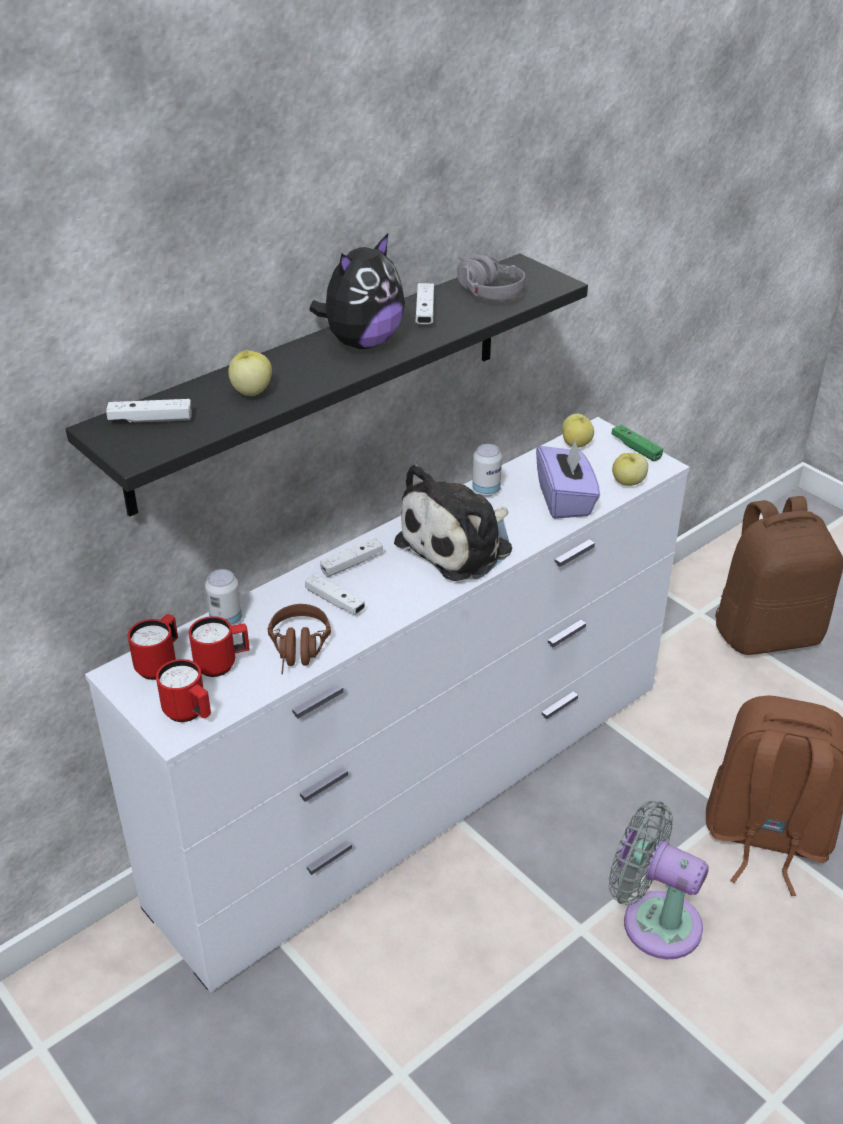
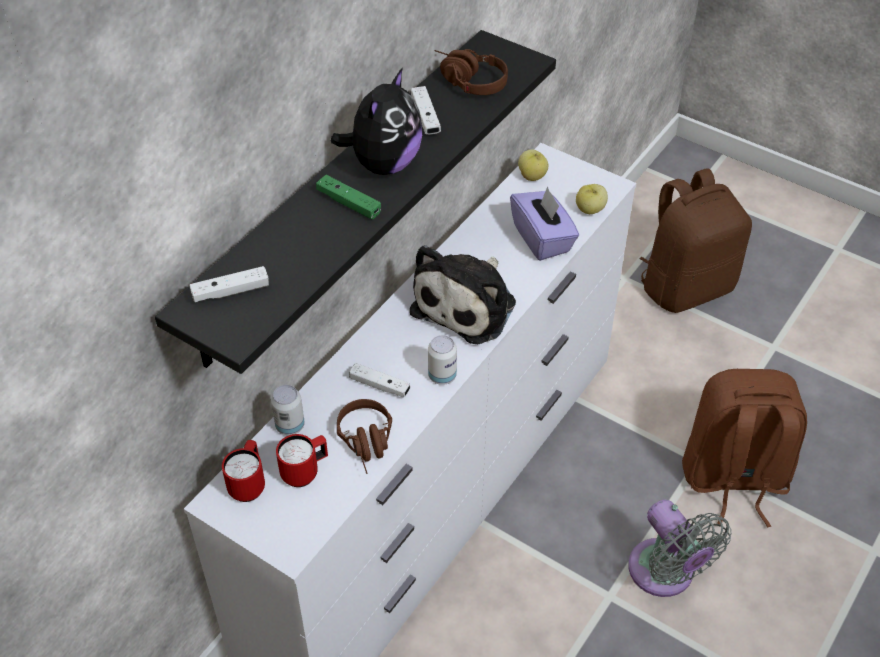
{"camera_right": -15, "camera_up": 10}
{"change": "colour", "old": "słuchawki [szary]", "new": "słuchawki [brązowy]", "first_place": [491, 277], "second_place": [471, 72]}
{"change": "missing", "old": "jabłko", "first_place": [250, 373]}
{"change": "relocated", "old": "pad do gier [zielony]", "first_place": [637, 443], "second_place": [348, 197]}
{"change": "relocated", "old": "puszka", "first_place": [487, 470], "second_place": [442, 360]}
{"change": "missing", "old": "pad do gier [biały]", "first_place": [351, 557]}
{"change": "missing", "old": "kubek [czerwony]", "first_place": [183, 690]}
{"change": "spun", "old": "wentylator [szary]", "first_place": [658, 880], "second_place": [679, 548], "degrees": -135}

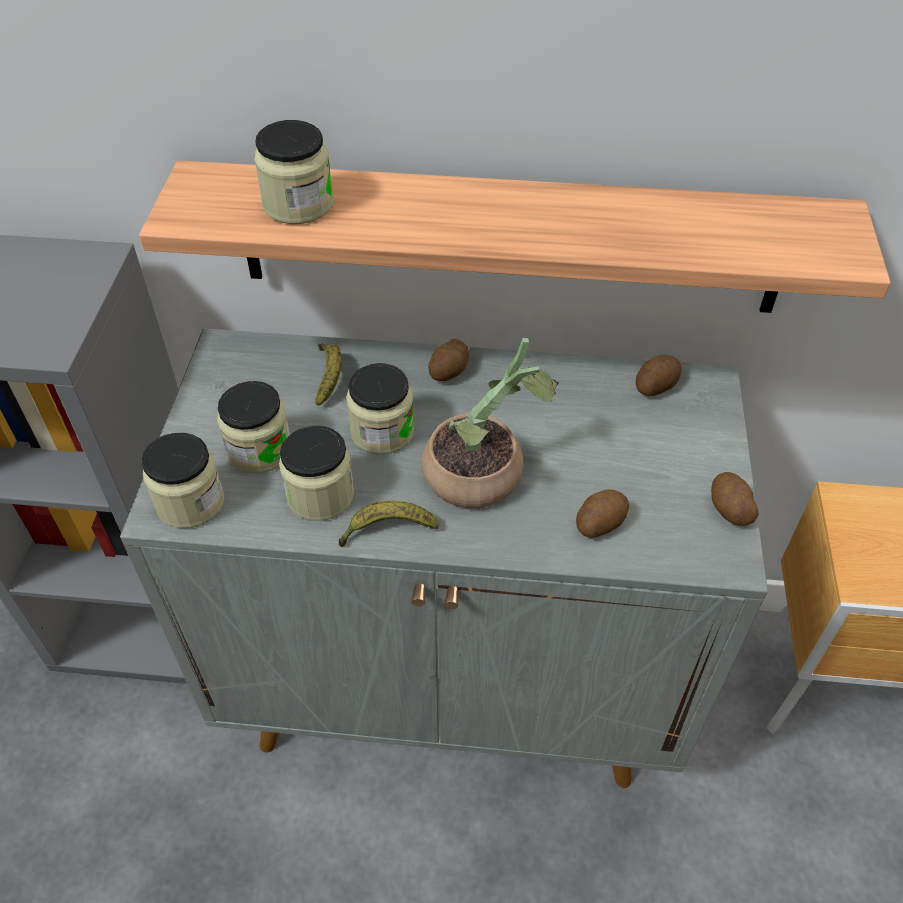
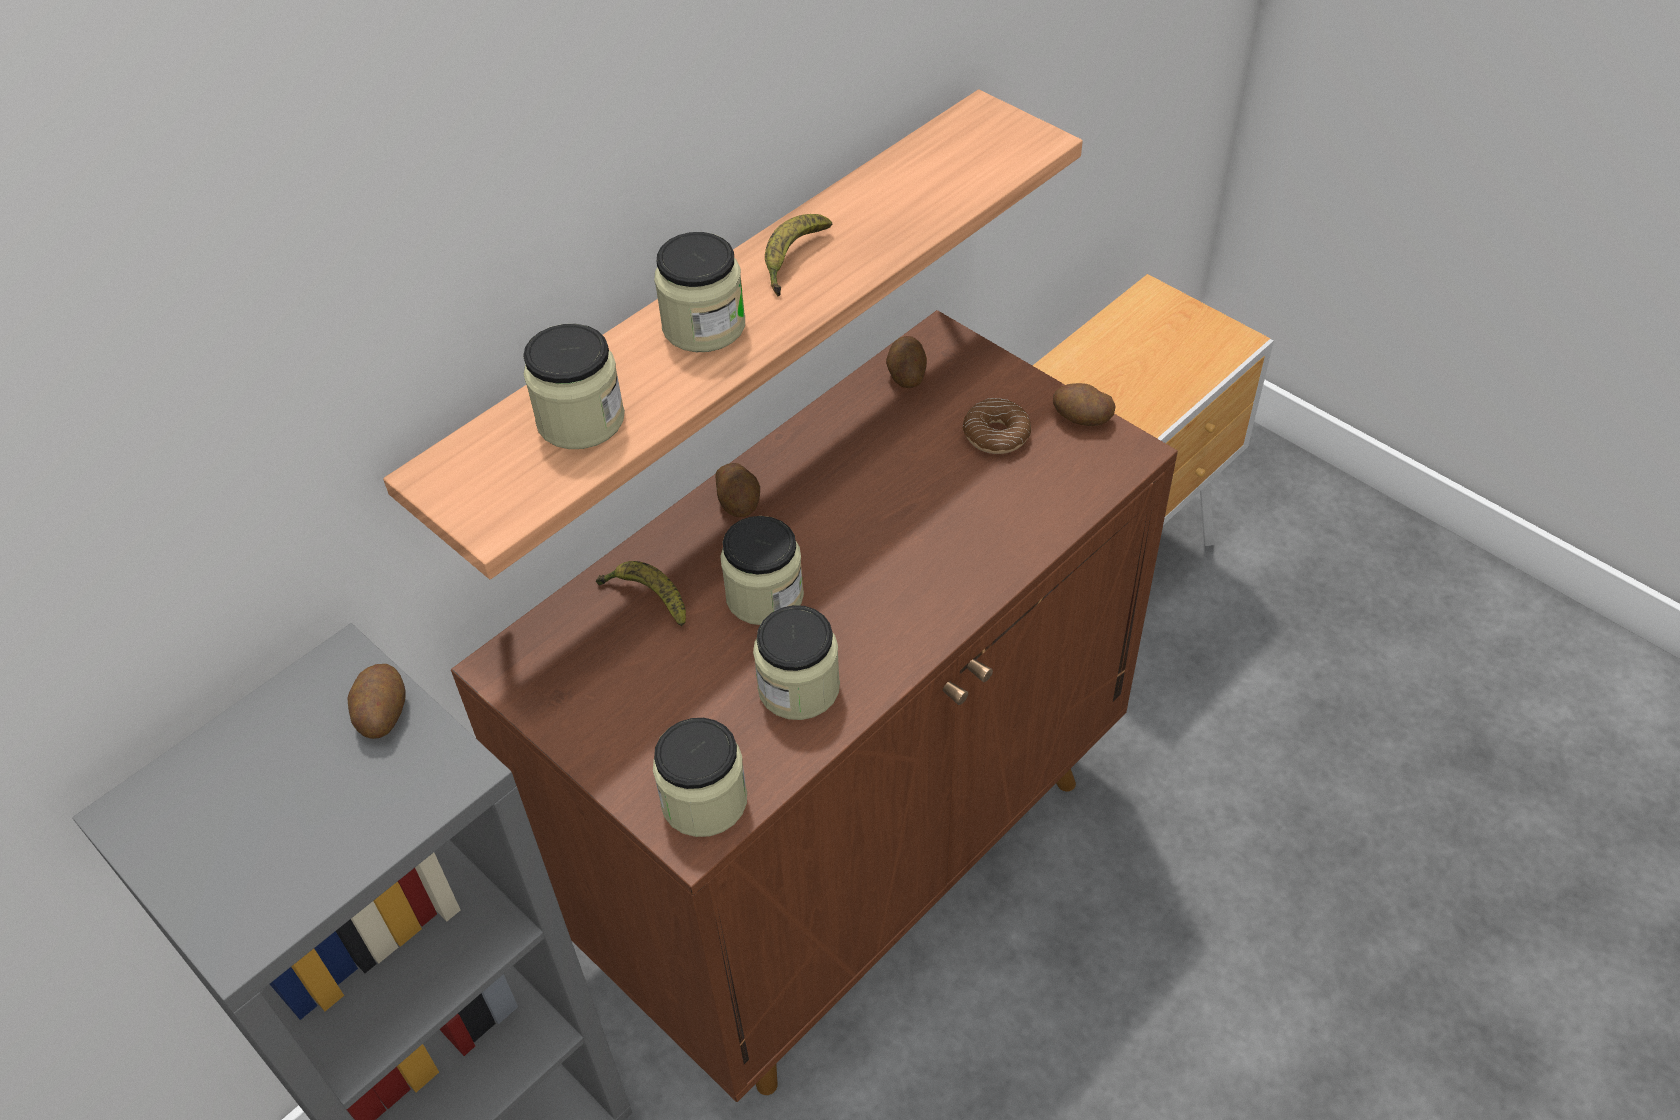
{"camera_right": -50, "camera_up": 0}
{"change": "colour", "old": "szafka [szary]", "new": "szafka [brązowy]", "first_place": [444, 558], "second_place": [814, 706]}
{"change": "missing", "old": "roślina doniczkowa", "first_place": [490, 423]}
{"change": "relocated", "old": "słoik", "first_place": [253, 427], "second_place": [699, 292]}
{"change": "relocated", "old": "ziemniak", "first_place": [602, 513], "second_place": [377, 701]}
{"change": "relocated", "old": "banan", "first_place": [389, 524], "second_place": [798, 255]}
{"change": "appeared", "new": "donut", "second_place": [996, 426]}

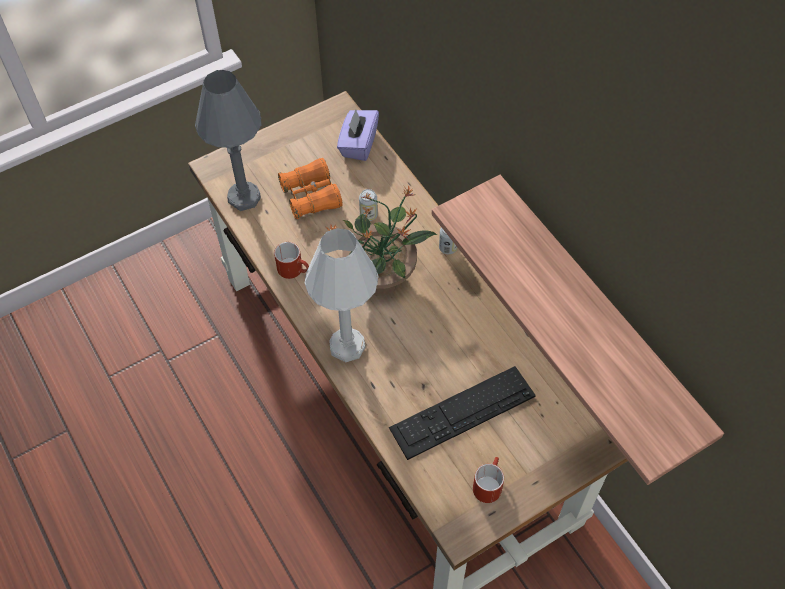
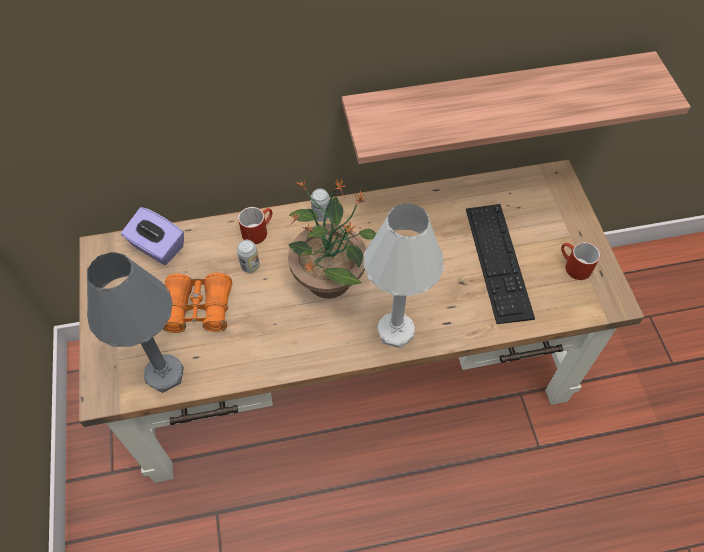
{"camera_right": -70, "camera_up": 0}
{"change": "relocated", "old": "kubek [czerwony]", "first_place": [291, 260], "second_place": [255, 225]}

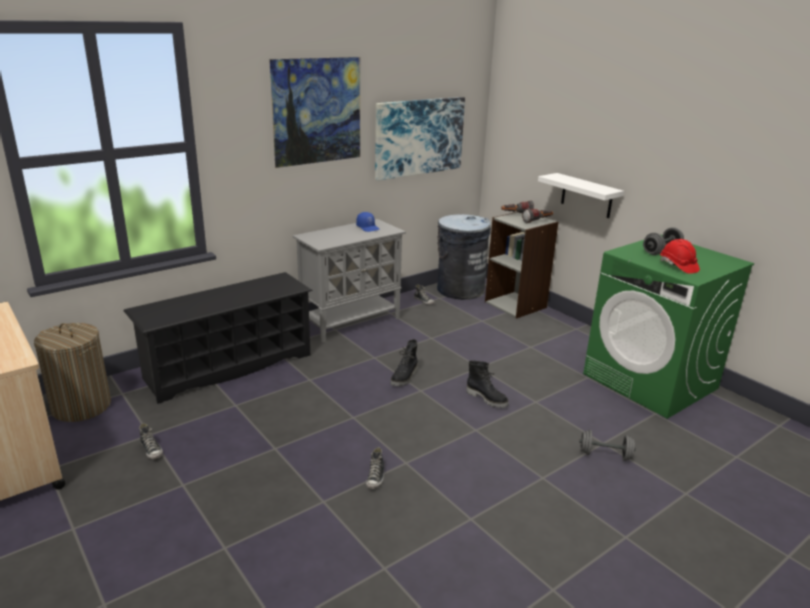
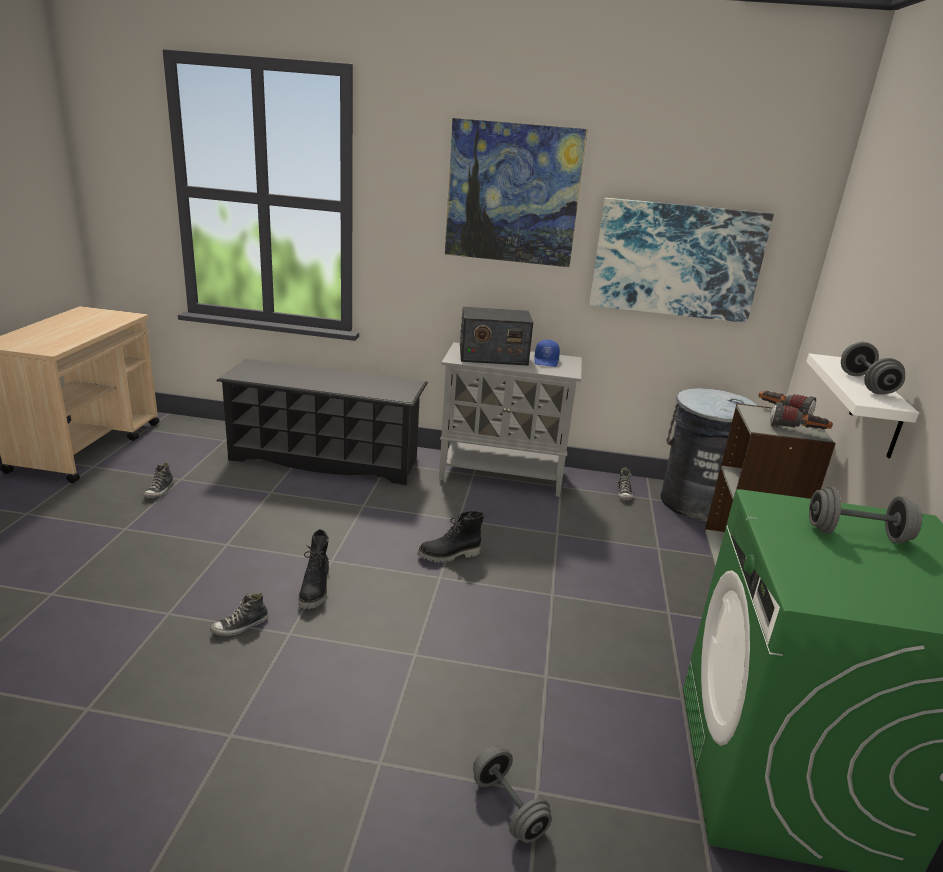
{"camera_right": 45, "camera_up": 0}
{"change": "missing", "old": "kask [czerwony]", "first_place": [680, 256]}
{"change": "missing", "old": "kosz na pranie", "first_place": [72, 372]}
{"change": "relocated", "old": "but z cholewką [czarny]", "first_place": [487, 384], "second_place": [314, 569]}
{"change": "appeared", "new": "radio", "second_place": [496, 336]}
{"change": "appeared", "new": "hantel [szary]", "second_place": [873, 368]}

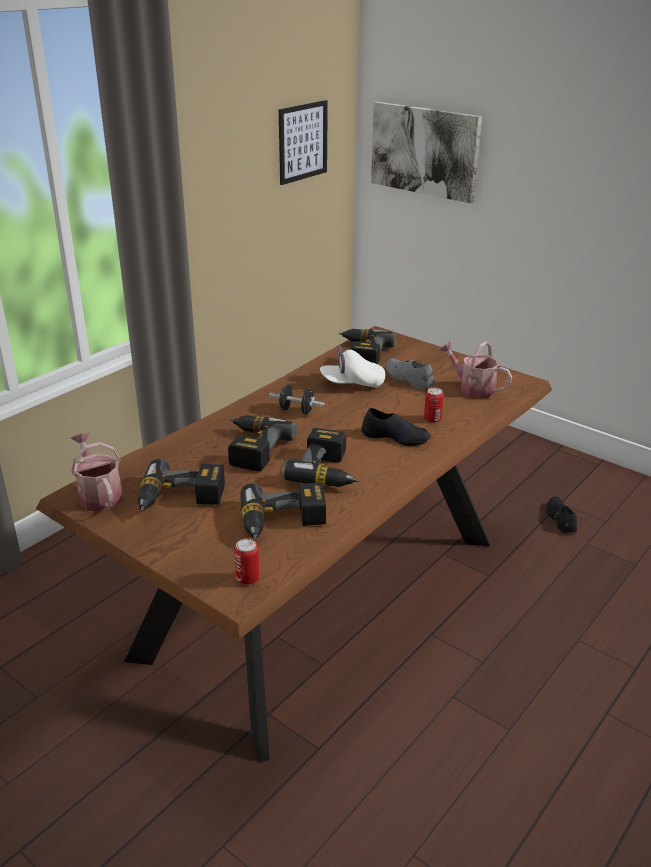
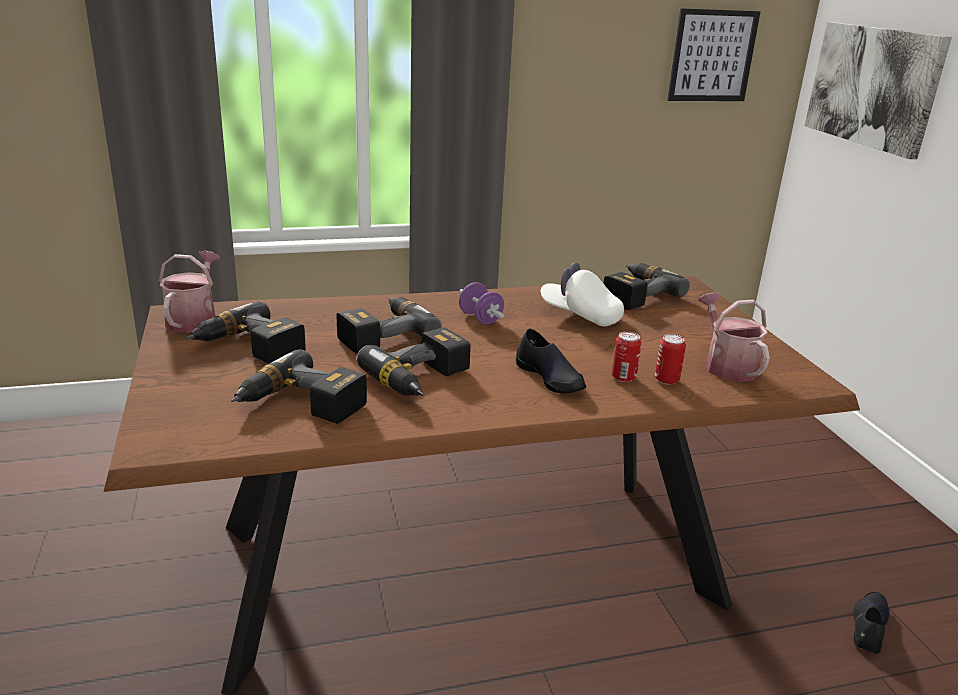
{"camera_right": 35, "camera_up": -5}
{"change": "missing", "old": "but [szary]", "first_place": [410, 374]}
{"change": "colour", "old": "hantel [czarny]", "new": "hantel [fioletowy]", "first_place": [297, 399], "second_place": [481, 303]}
{"change": "relocated", "old": "puszka", "first_place": [247, 562], "second_place": [670, 359]}

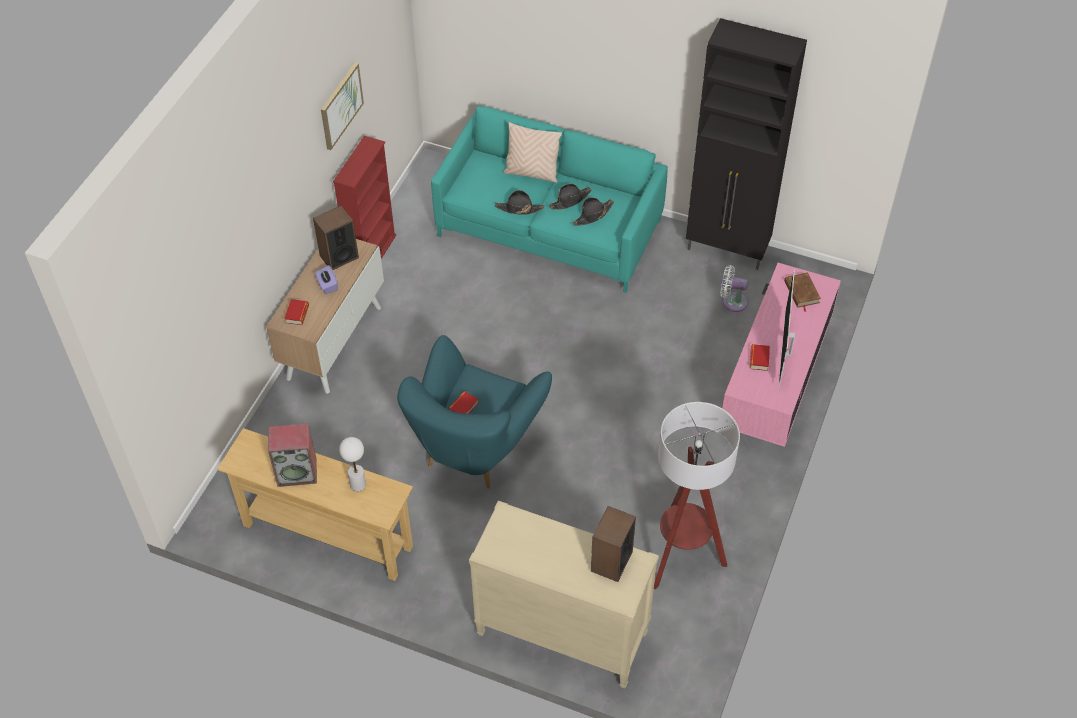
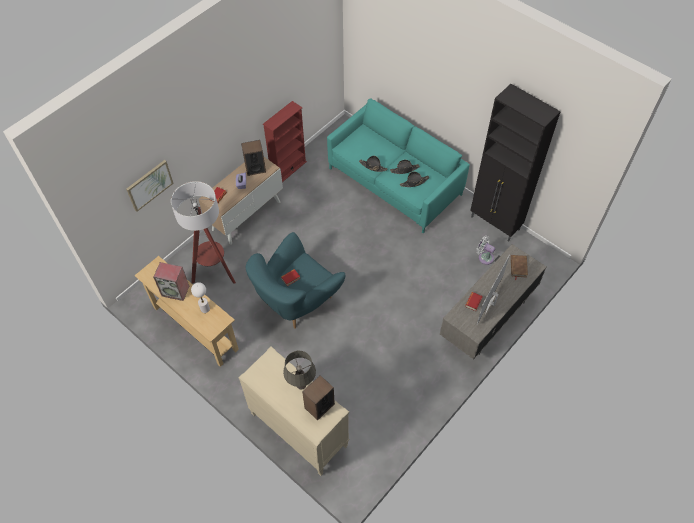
{"camera_right": 20, "camera_up": 5}
{"change": "relocated", "old": "obraz", "first_place": [342, 106], "second_place": [150, 186]}
{"change": "missing", "old": "poduszka [beżowy]", "first_place": [532, 152]}
{"change": "colour", "old": "szafka pod telewizor [różowy]", "new": "szafka pod telewizor [szary]", "first_place": [781, 355], "second_place": [493, 301]}
{"change": "relocated", "old": "lampa stojąca", "first_place": [697, 495], "second_place": [203, 232]}
{"change": "appeared", "new": "lampa stołowa [szary]", "second_place": [299, 370]}

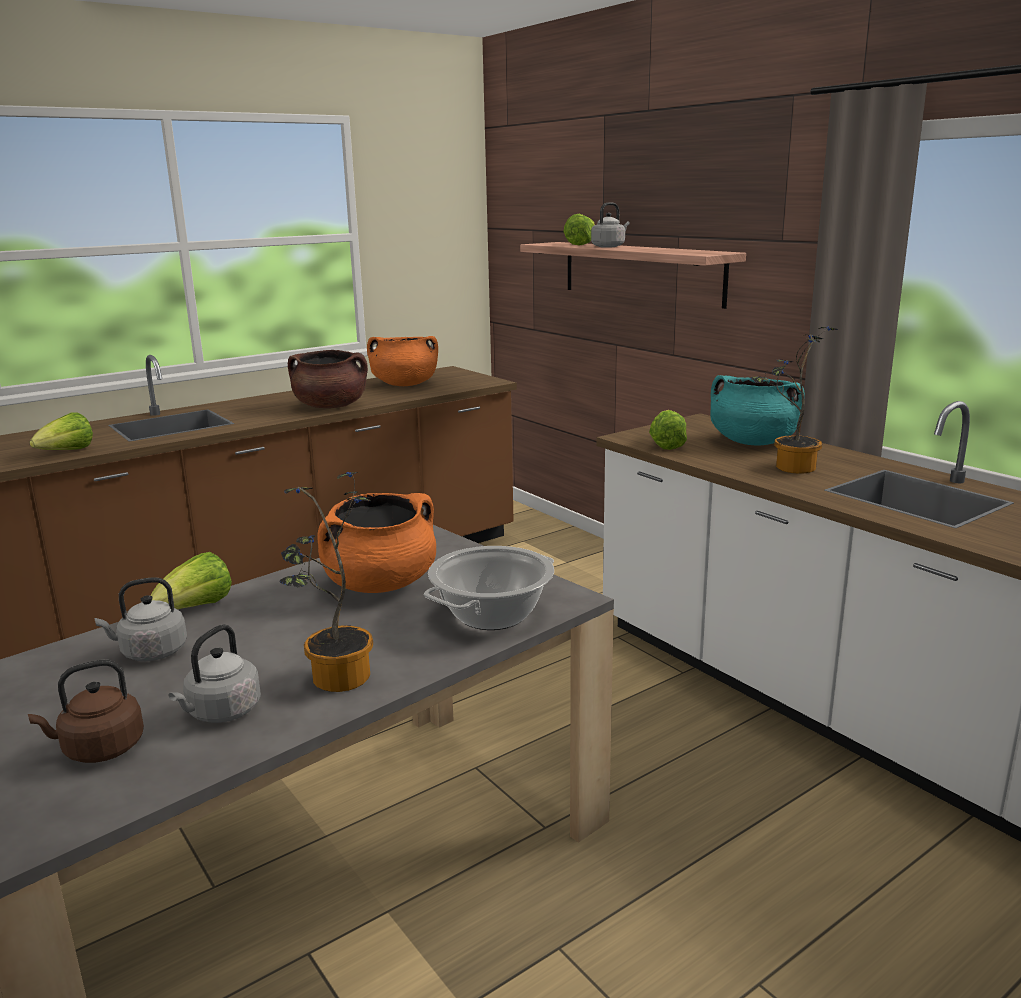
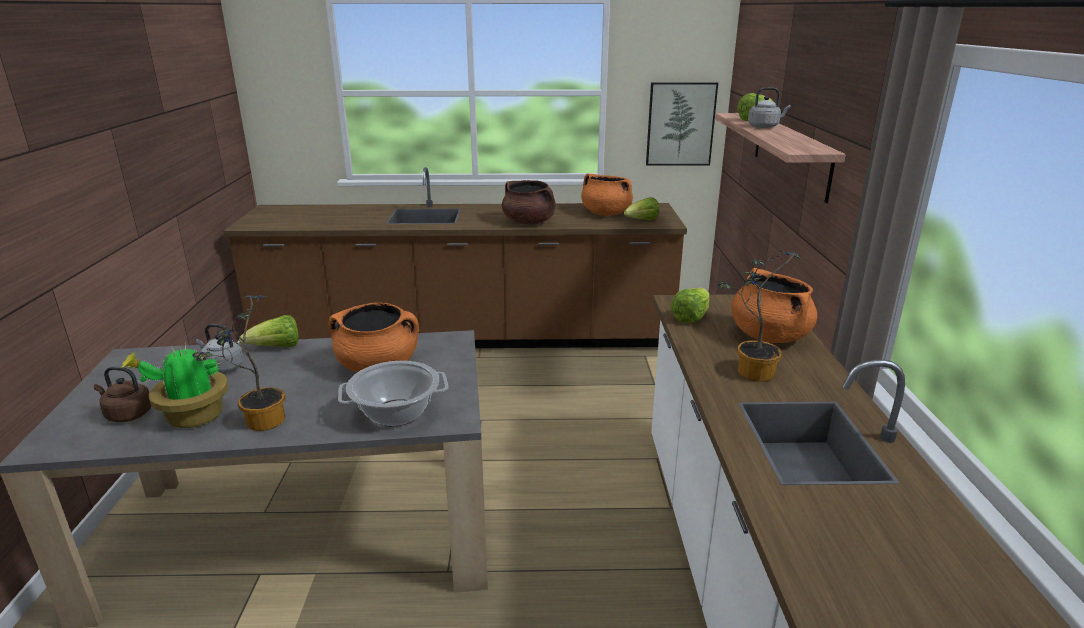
{"camera_right": 35, "camera_up": 5}
{"change": "colour", "old": "garnek [turkusowy]", "new": "garnek [pomarańczowy]", "first_place": [757, 410], "second_place": [774, 305]}
{"change": "relocated", "old": "sałata", "first_place": [61, 431], "second_place": [642, 208]}
{"change": "exchanged", "old": "czajnik [szary]", "new": "roślina doniczkowa", "first_place": [215, 673], "second_place": [175, 386]}
{"change": "appeared", "new": "obraz", "second_place": [682, 124]}

